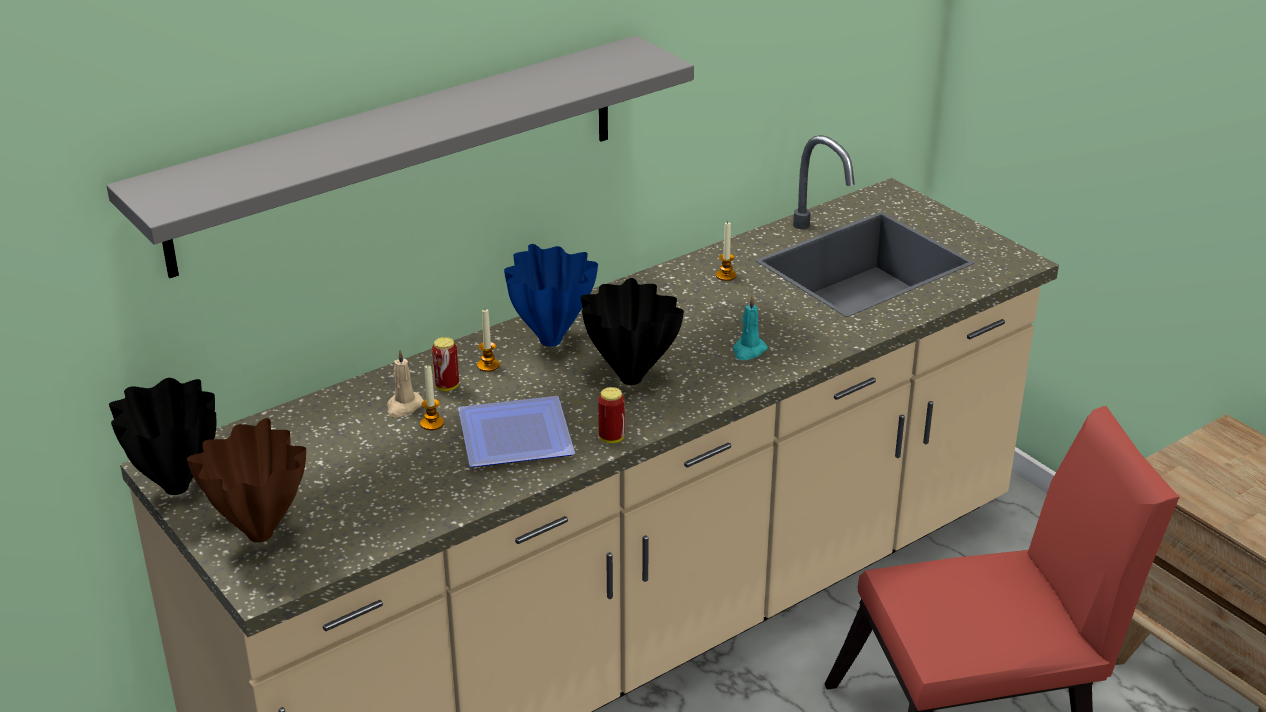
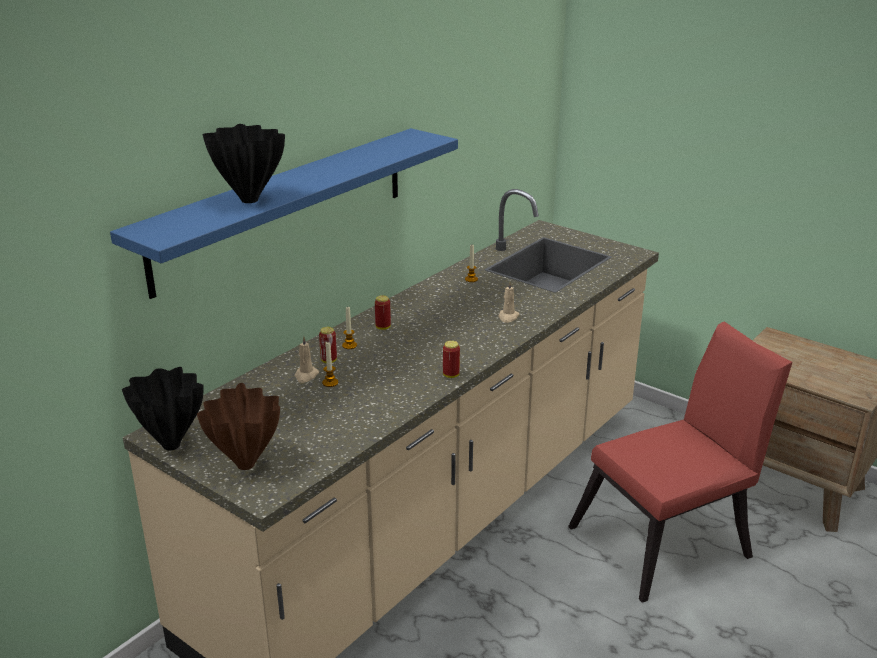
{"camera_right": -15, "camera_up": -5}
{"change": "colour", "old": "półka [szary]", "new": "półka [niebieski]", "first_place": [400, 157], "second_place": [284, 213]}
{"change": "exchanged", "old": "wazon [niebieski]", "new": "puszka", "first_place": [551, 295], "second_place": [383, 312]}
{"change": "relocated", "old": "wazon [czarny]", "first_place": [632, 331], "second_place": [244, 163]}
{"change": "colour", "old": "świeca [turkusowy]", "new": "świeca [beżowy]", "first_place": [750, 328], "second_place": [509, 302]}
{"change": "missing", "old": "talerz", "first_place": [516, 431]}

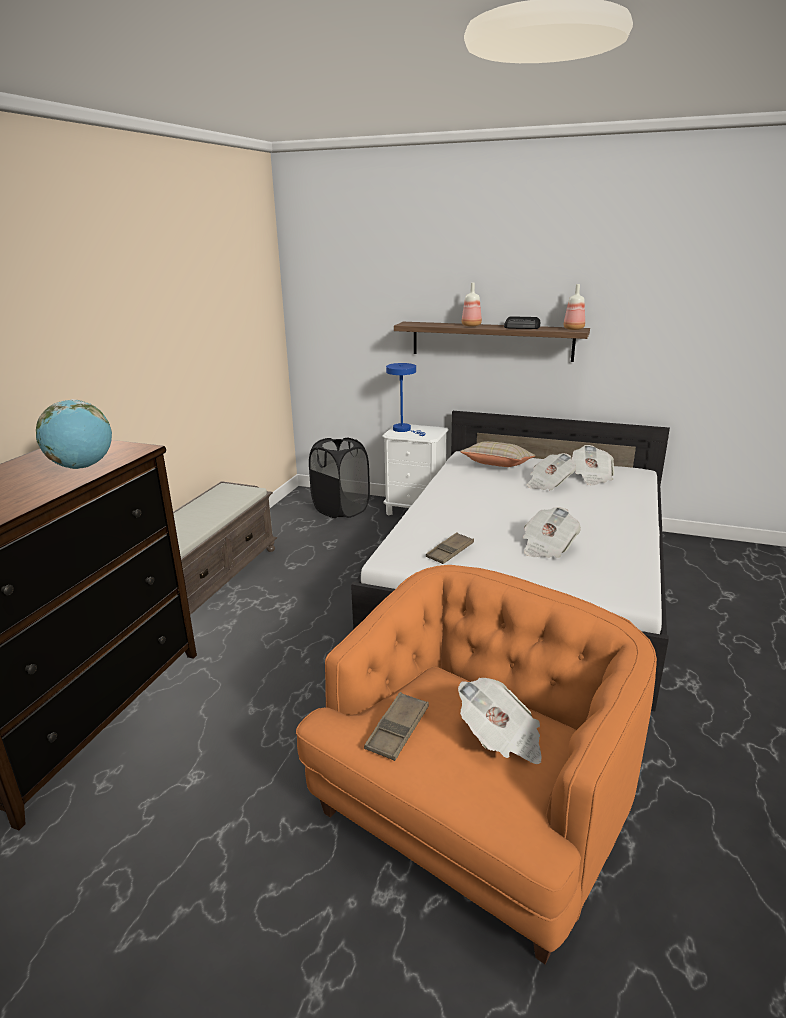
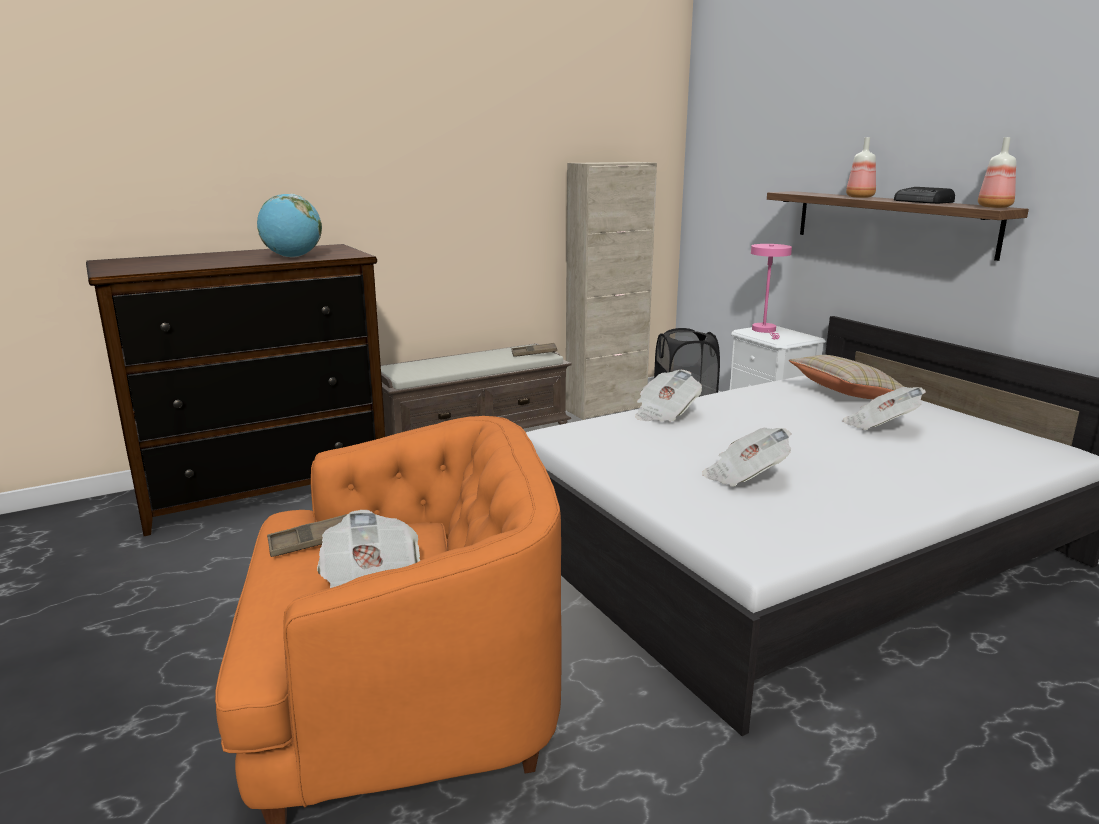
{"camera_right": 40, "camera_up": -5}
{"change": "colour", "old": "lampa stołowa [niebieski]", "new": "lampa stołowa [różowy]", "first_place": [406, 399], "second_place": [771, 291]}
{"change": "relocated", "old": "gazeta", "first_place": [592, 465], "second_place": [668, 396]}
{"change": "relocated", "old": "taca [brązowy]", "first_place": [450, 548], "second_place": [534, 350]}
{"change": "appeared", "new": "szafka [beżowy]", "second_place": [611, 291]}

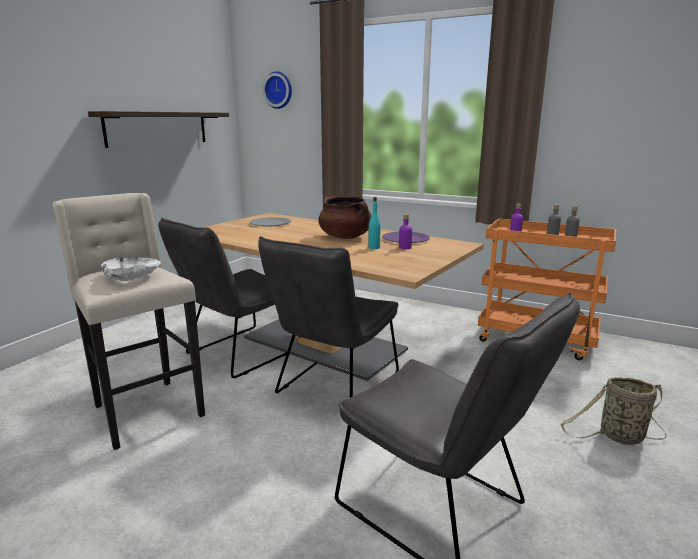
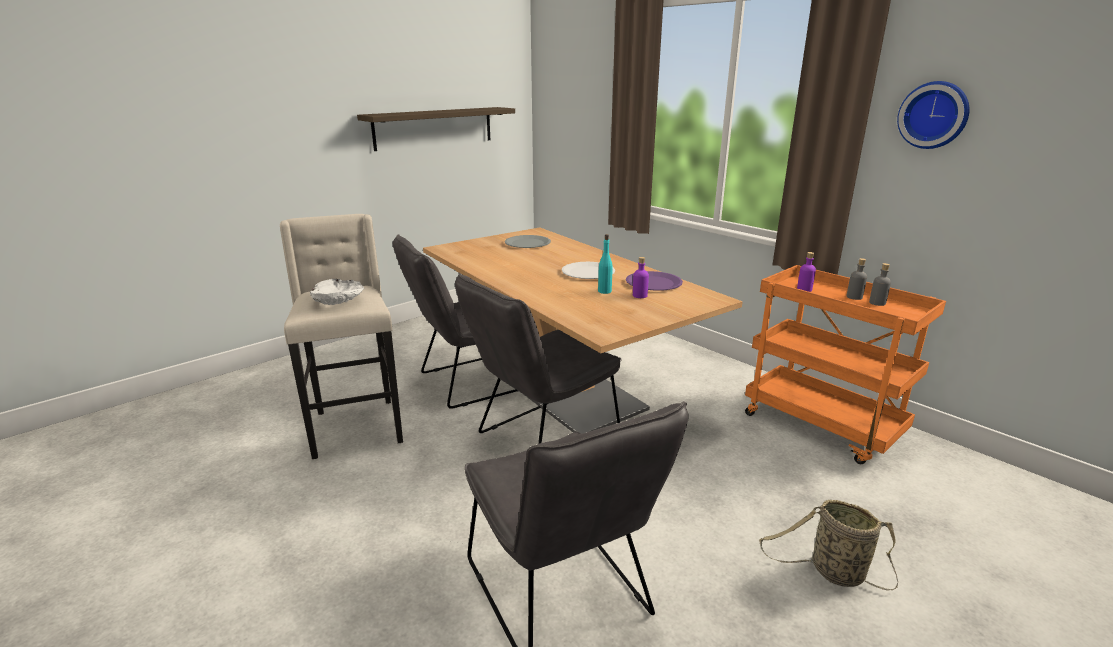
{"camera_right": 20, "camera_up": 5}
{"change": "relocated", "old": "zegar ścienny", "first_place": [277, 90], "second_place": [933, 115]}
{"change": "exchanged", "old": "garnek [brązowy]", "new": "talerz [biały]", "first_place": [345, 217], "second_place": [588, 270]}

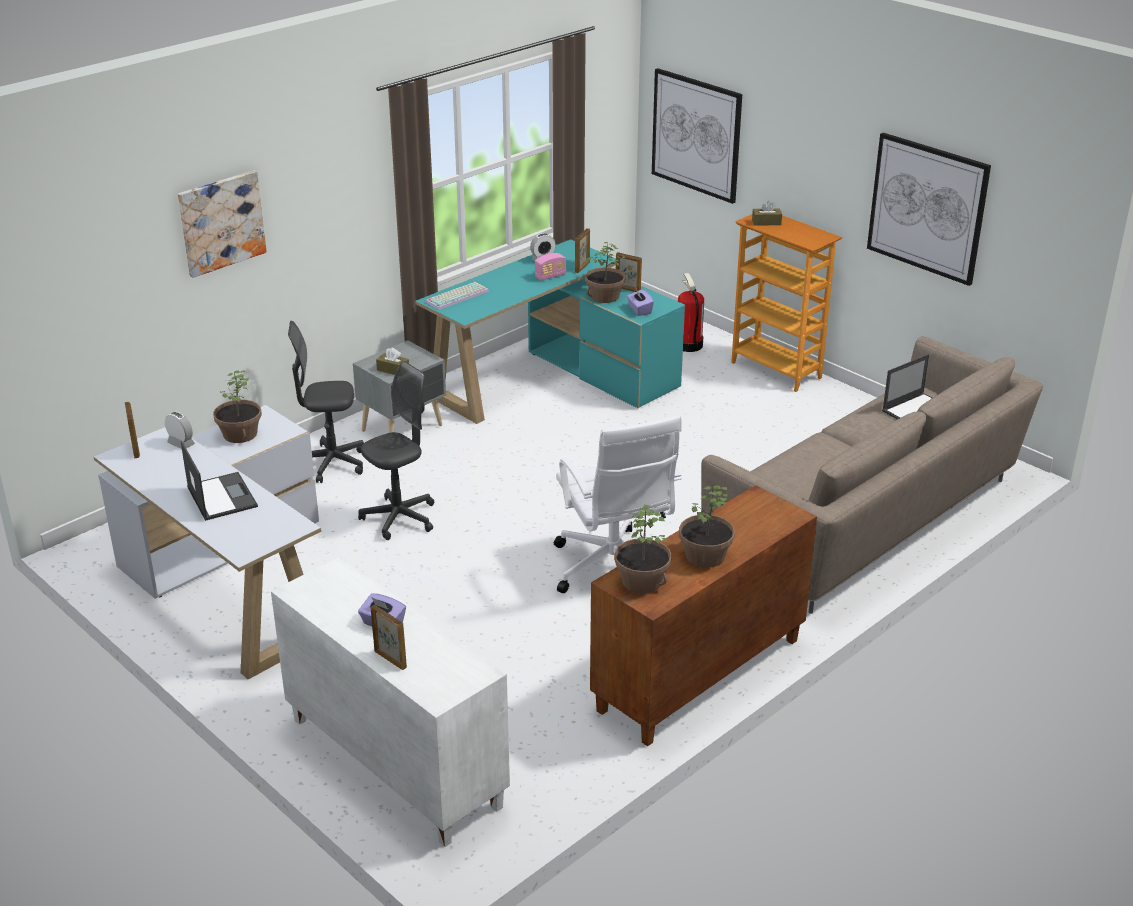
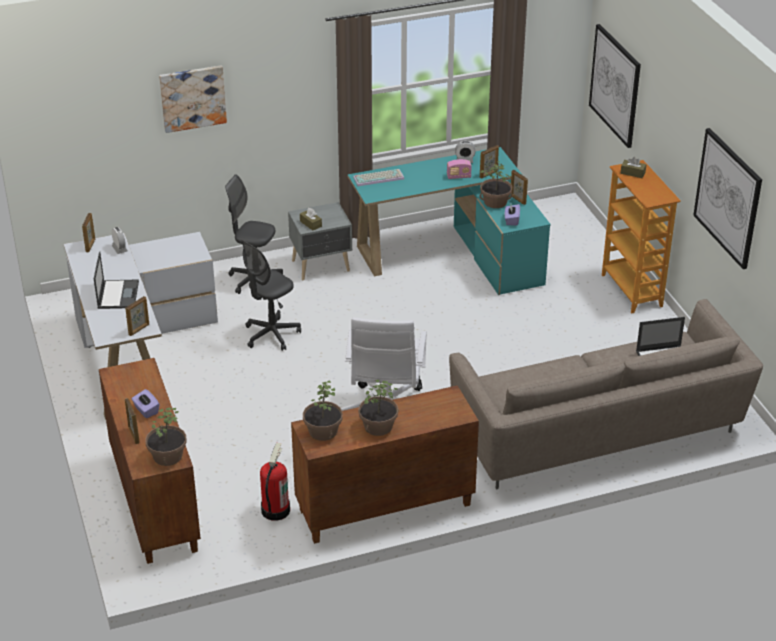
{"camera_right": 25, "camera_up": 5}
{"change": "relocated", "old": "gaśnica", "first_place": [691, 312], "second_place": [275, 482]}
{"change": "spun", "old": "krzesło biurowe [szary]", "first_place": [396, 450], "second_place": [271, 295], "degrees": 150}
{"change": "relocated", "old": "roślina doniczkowa", "first_place": [237, 406], "second_place": [166, 436]}
{"change": "colour", "old": "szafka [biały]", "new": "szafka [brązowy]", "first_place": [390, 702], "second_place": [150, 461]}
{"change": "appeared", "new": "ramka na zdjęcie", "second_place": [137, 316]}

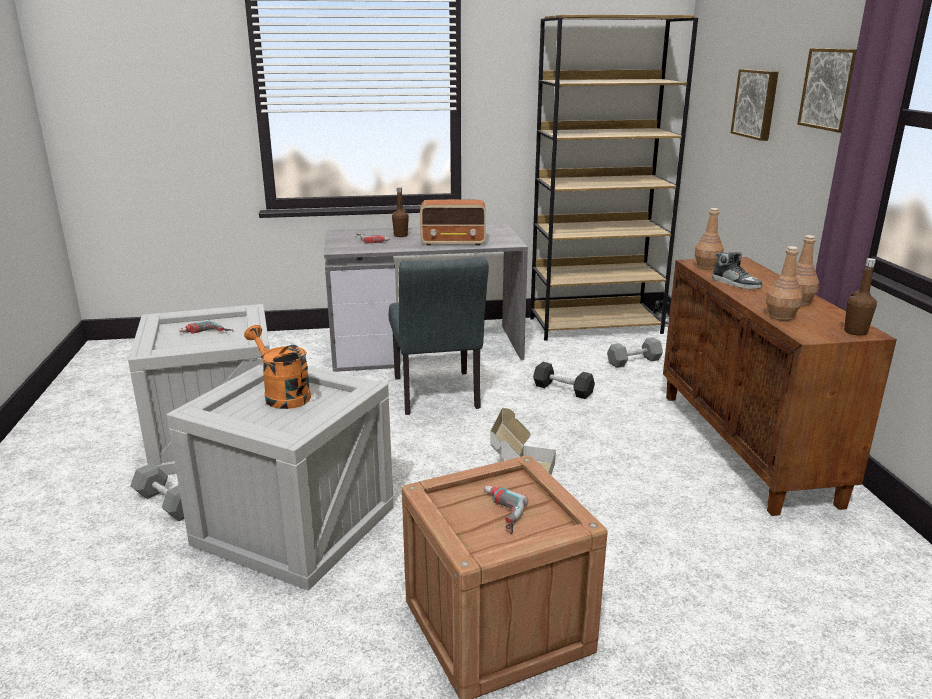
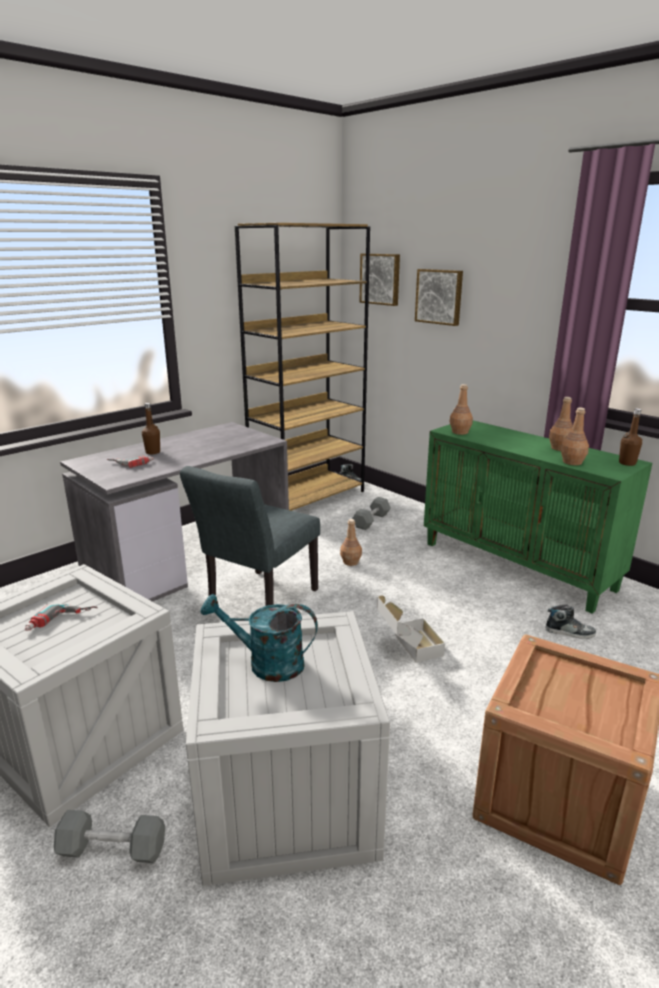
{"camera_right": -35, "camera_up": 0}
{"change": "relocated", "old": "obraz", "first_place": [827, 90], "second_place": [380, 280]}
{"change": "missing", "old": "radio", "first_place": [453, 222]}
{"change": "relocated", "old": "but", "first_place": [737, 270], "second_place": [571, 621]}
{"change": "spun", "old": "krzesło [szary]", "first_place": [439, 336], "second_place": [250, 536], "degrees": 75}
{"change": "colour", "old": "szafka [brązowy]", "new": "szafka [zielony]", "first_place": [780, 386], "second_place": [538, 517]}
{"change": "colour", "old": "konewka [pomarańczowy]", "new": "konewka [turkusowy]", "first_place": [277, 367], "second_place": [259, 638]}
{"change": "exchanged", "old": "hantel [czarny]", "new": "butelka [brązowy]", "first_place": [564, 380], "second_place": [351, 542]}
{"change": "missing", "old": "wiertarka", "first_place": [506, 510]}

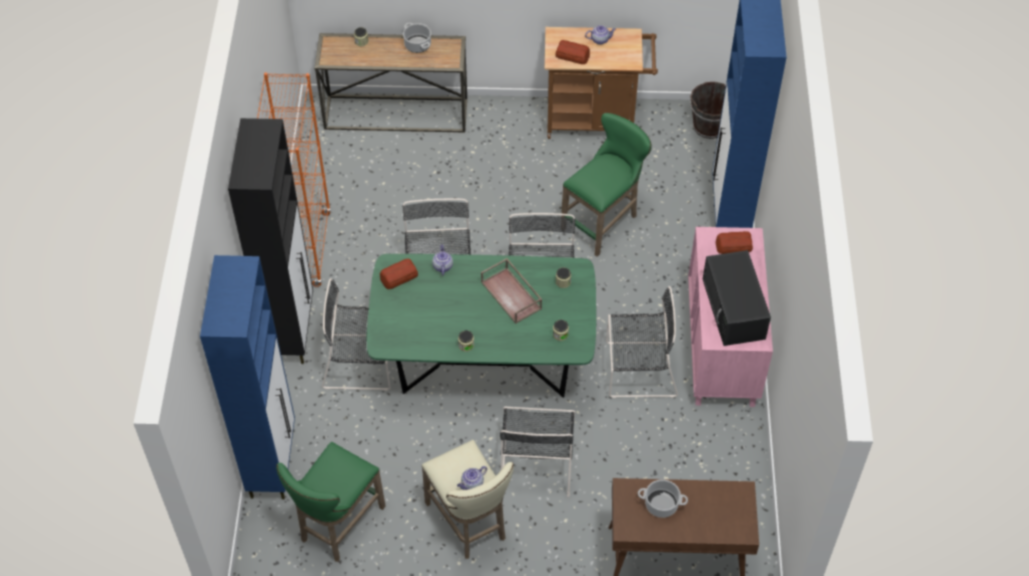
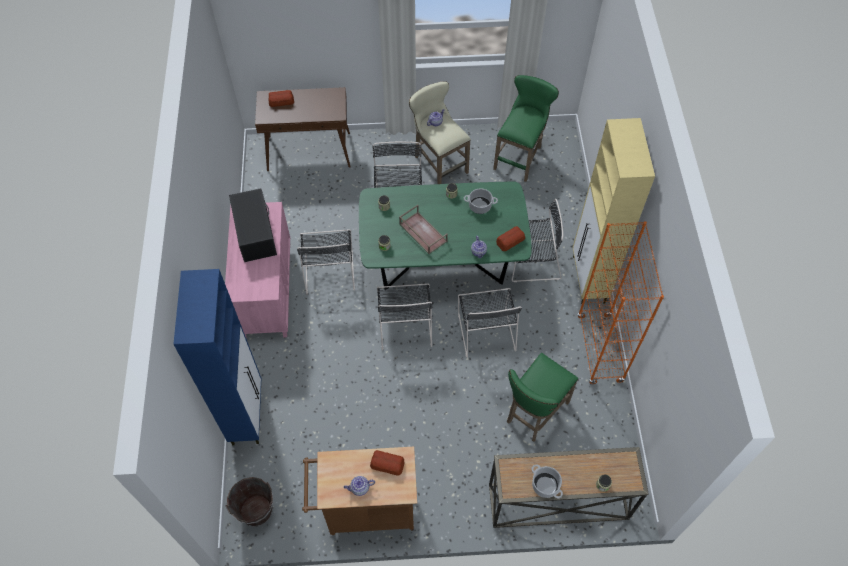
{"camera_right": 175, "camera_up": 5}
{"change": "relocated", "old": "stołek [zielony]", "first_place": [606, 185], "second_place": [542, 397]}
{"change": "colour", "old": "szafka [czarny]", "new": "szafka [beżowy]", "first_place": [270, 241], "second_place": [614, 211]}
{"change": "relocated", "old": "chleb", "first_place": [734, 242], "second_place": [281, 98]}
{"change": "missing", "old": "szafka [niebieski]", "first_place": [247, 377]}
{"change": "spun", "old": "krzesło [czarny]", "first_place": [642, 342], "second_place": [326, 262], "degrees": -90}
{"change": "relocated", "old": "garnek", "first_place": [663, 498], "second_place": [481, 201]}

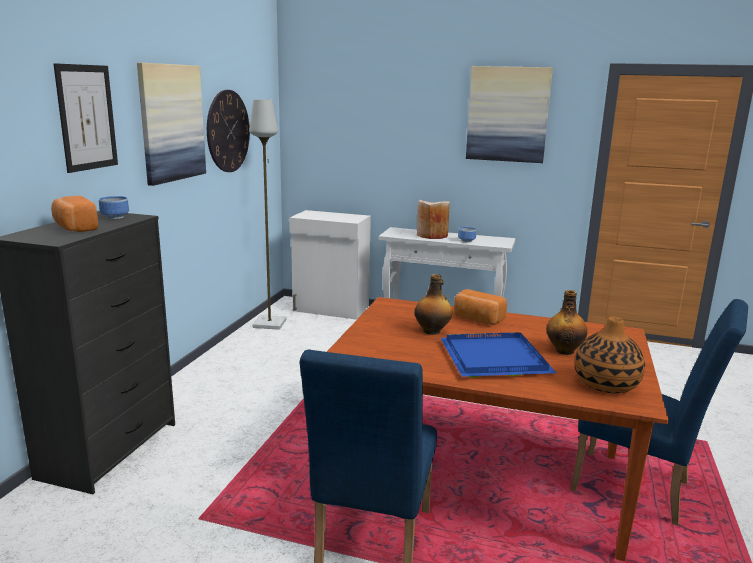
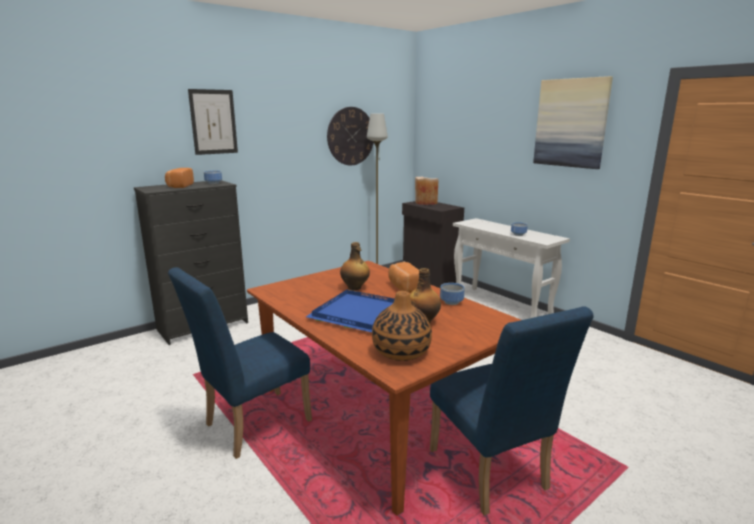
{"camera_right": 35, "camera_up": 0}
{"change": "missing", "old": "obraz", "first_place": [171, 124]}
{"change": "relocated", "old": "wazon [beżowy]", "first_place": [433, 219], "second_place": [426, 191]}
{"change": "colour", "old": "szafka [biały]", "new": "szafka [czarny]", "first_place": [330, 265], "second_place": [433, 244]}
{"change": "appeared", "new": "miska", "second_place": [452, 294]}

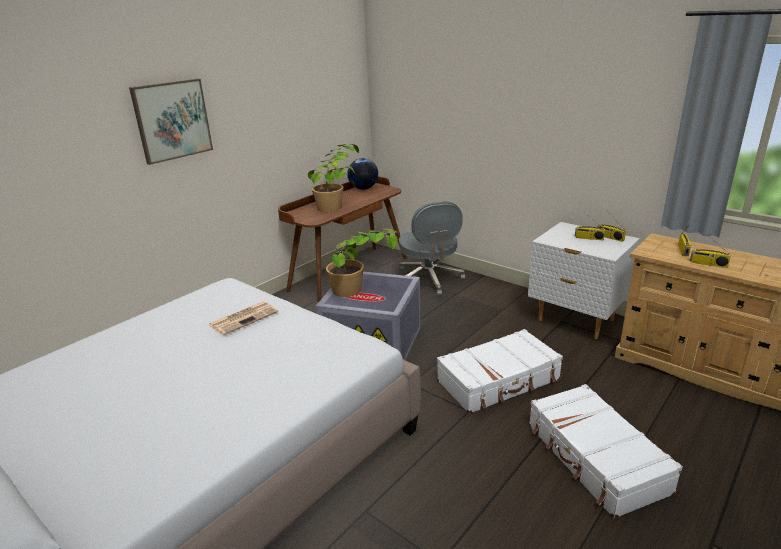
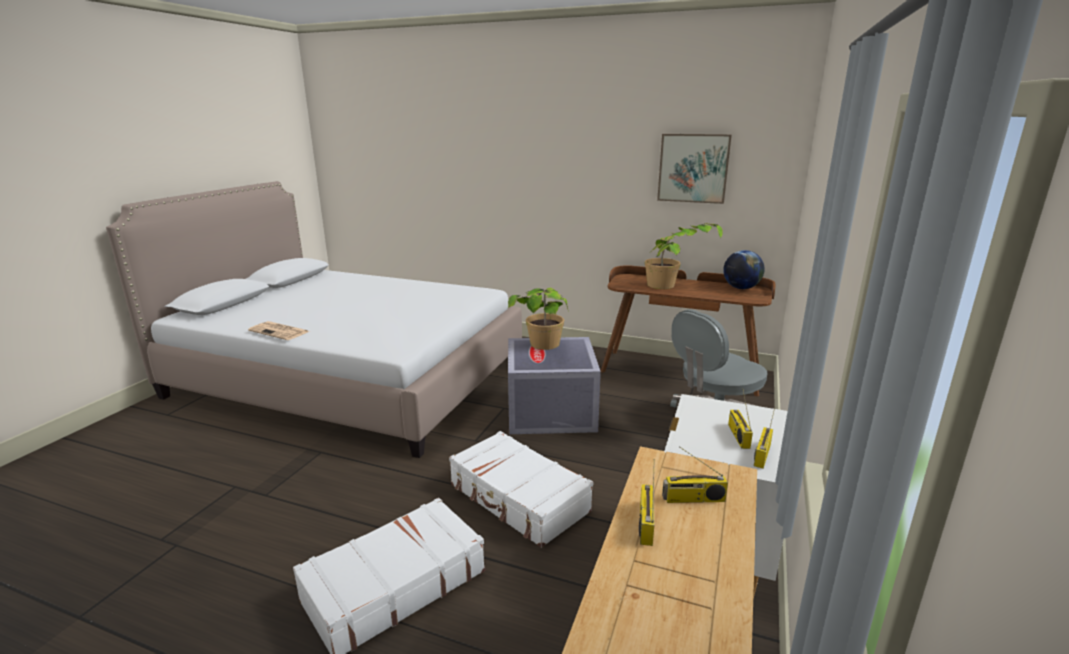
{"camera_right": 70, "camera_up": -5}
{"change": "relocated", "old": "obraz", "first_place": [171, 122], "second_place": [694, 169]}
{"change": "relocated", "old": "gazeta", "first_place": [243, 318], "second_place": [279, 330]}

